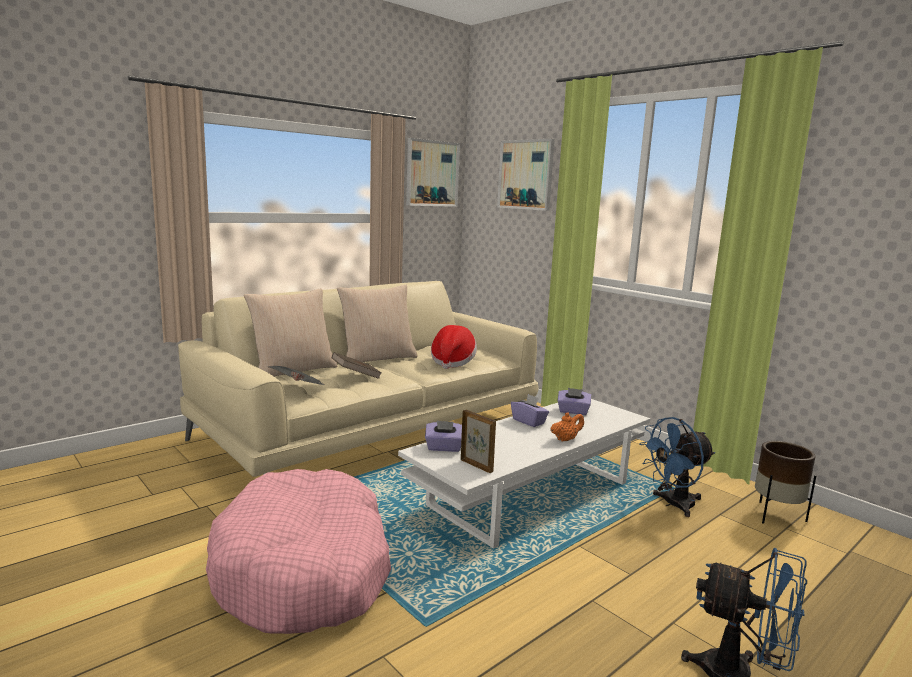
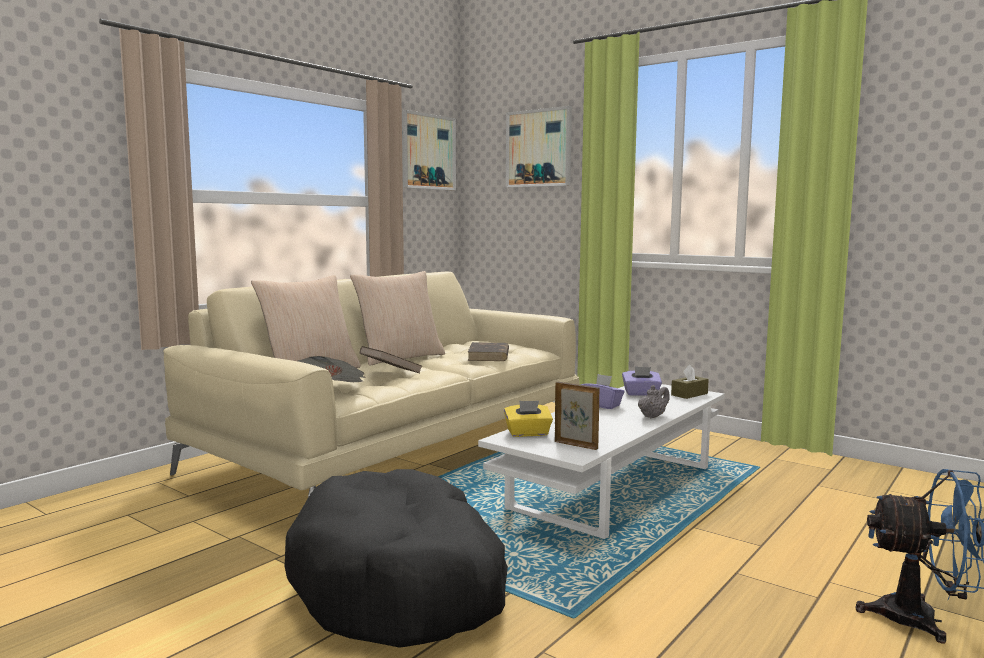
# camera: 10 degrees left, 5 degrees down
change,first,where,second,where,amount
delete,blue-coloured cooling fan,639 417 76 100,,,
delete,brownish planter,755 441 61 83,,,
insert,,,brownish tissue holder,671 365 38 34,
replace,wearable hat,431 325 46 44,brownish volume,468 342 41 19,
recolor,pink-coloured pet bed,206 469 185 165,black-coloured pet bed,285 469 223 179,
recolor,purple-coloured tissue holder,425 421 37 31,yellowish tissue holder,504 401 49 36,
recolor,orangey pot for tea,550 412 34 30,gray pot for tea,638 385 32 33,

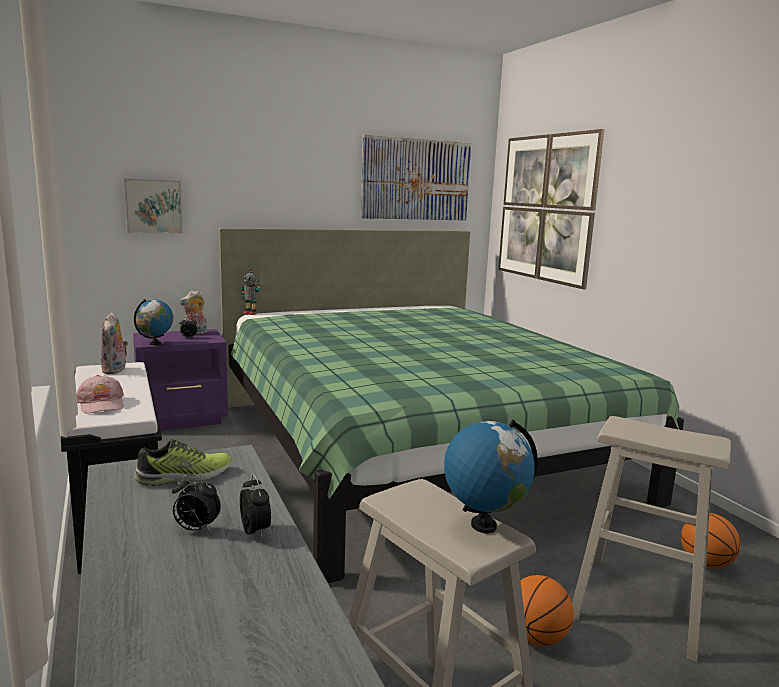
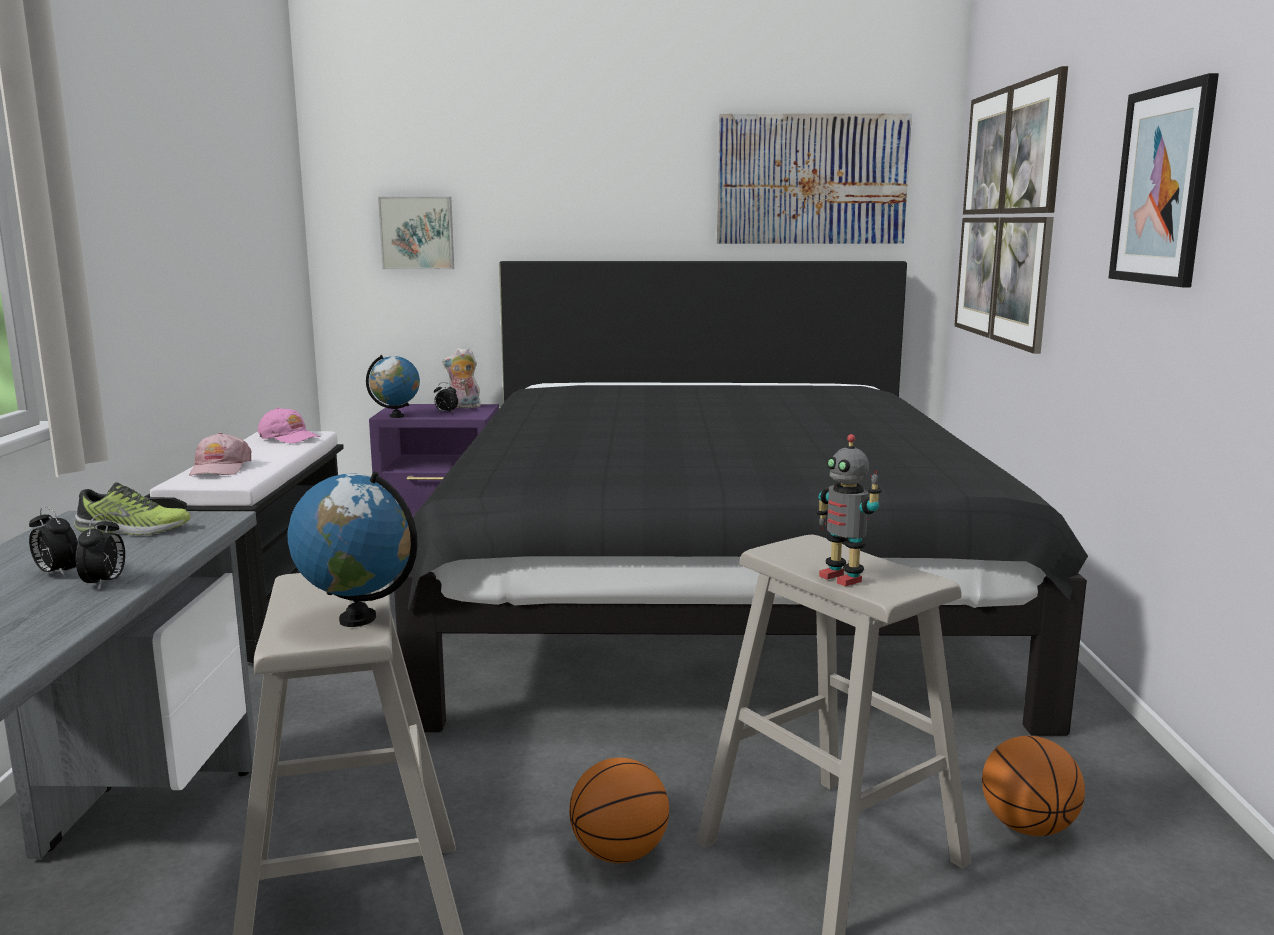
# camera: 25 degrees right, 0 degrees up
change,first,where,second,where,amount
insert,,,wall art,1108 73 111 214,
move,model robot,241 268 20 47,,816 434 66 153,
replace,plush toy,101 312 27 62,pink-coloured baseball cap,258 407 63 36,
recolor,green-coloured sleeping bed,219 228 465 355,black-coloured sleeping bed,393 261 695 475,

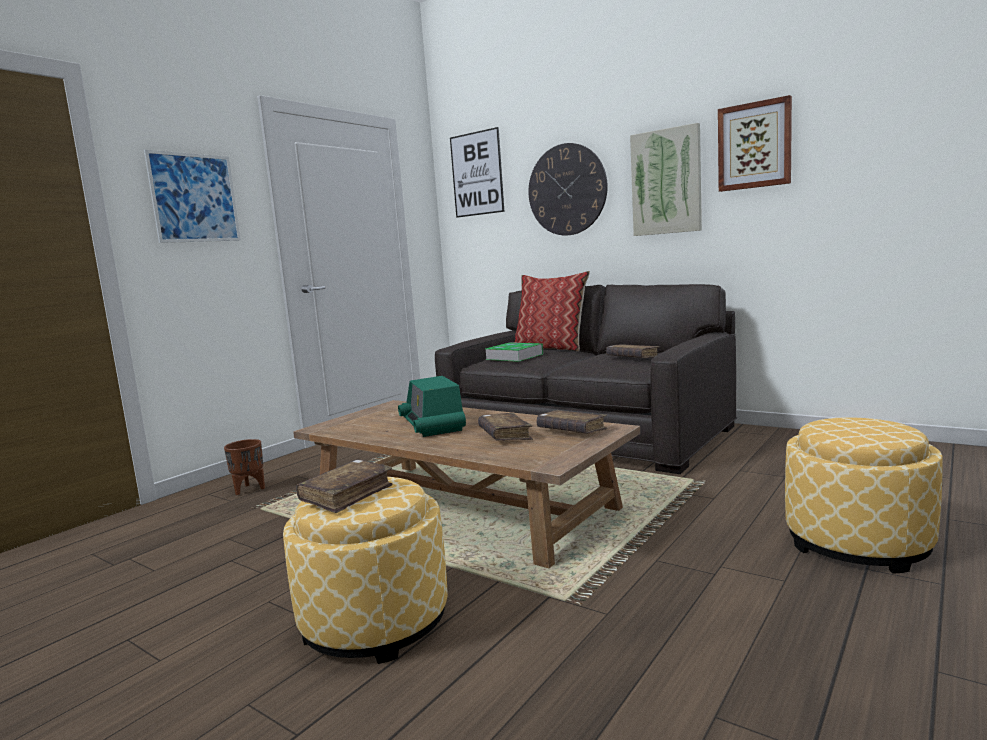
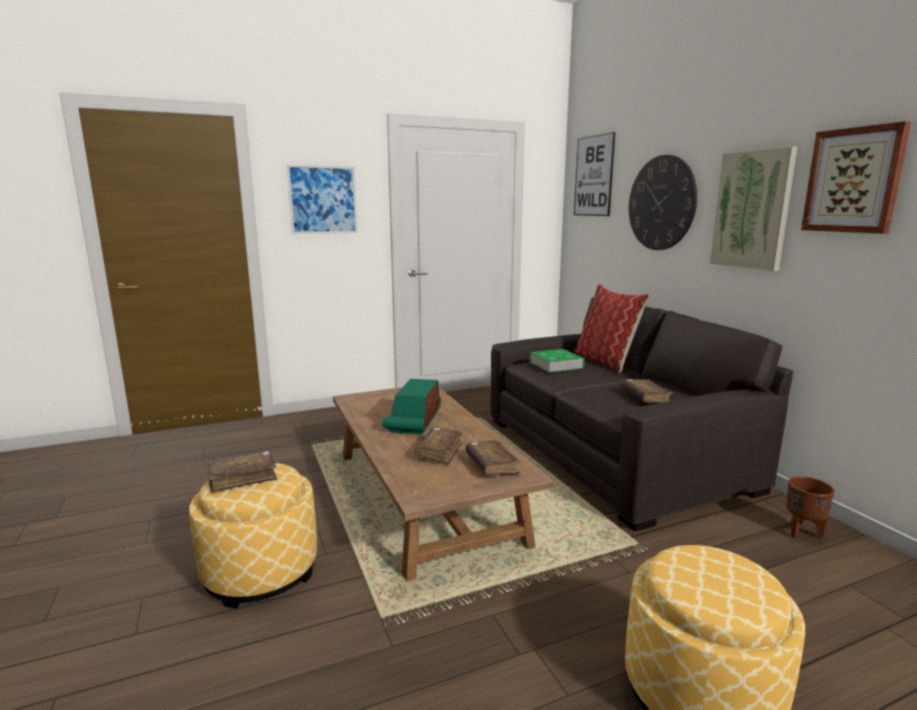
# camera: 30 degrees right, 5 degrees up
change,first,where,second,where,amount
move,brownish planter,224 439 41 56,,786 476 49 63,

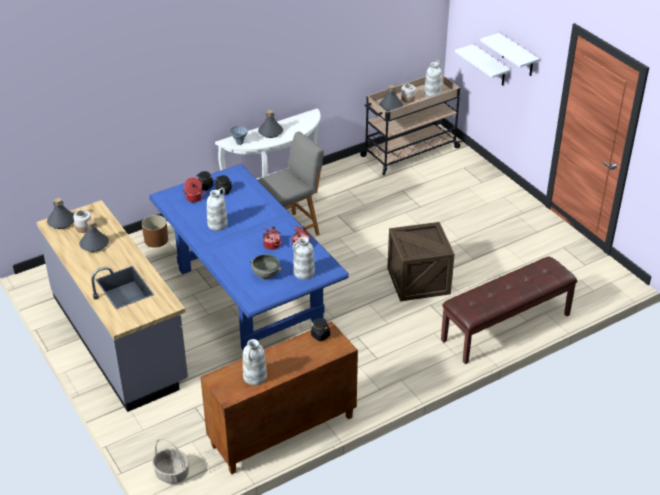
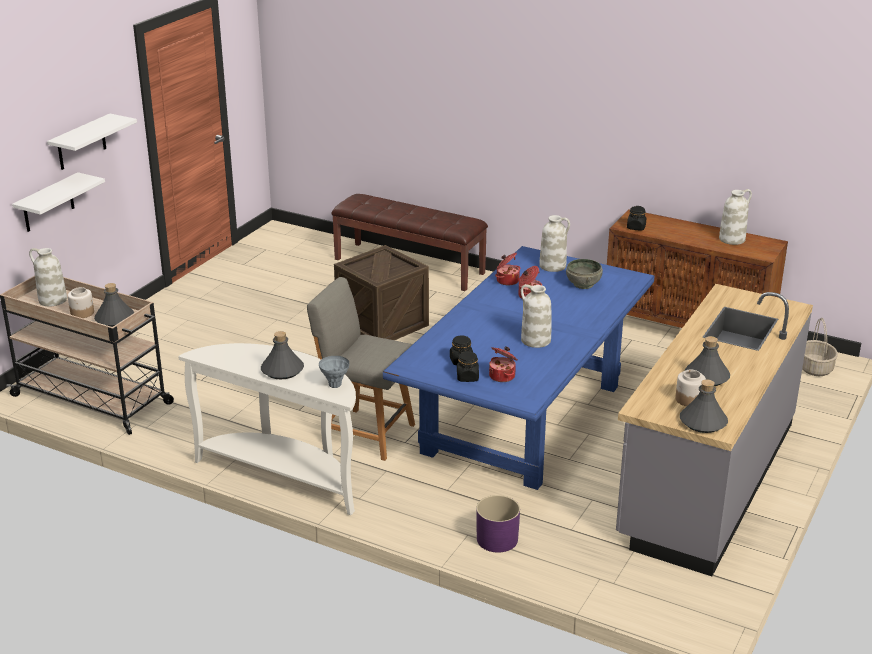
# camera: 120 degrees left, 10 degrees down
change,first,where,second,where,amount
recolor,brownish planter,142 215 26 33,purple-coloured planter,476 495 44 58,

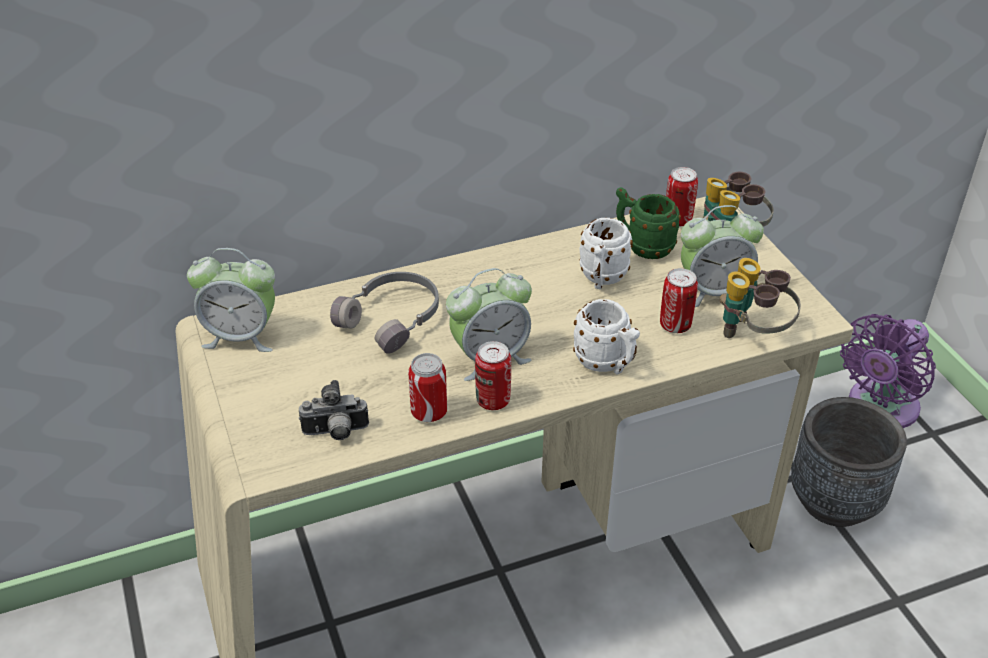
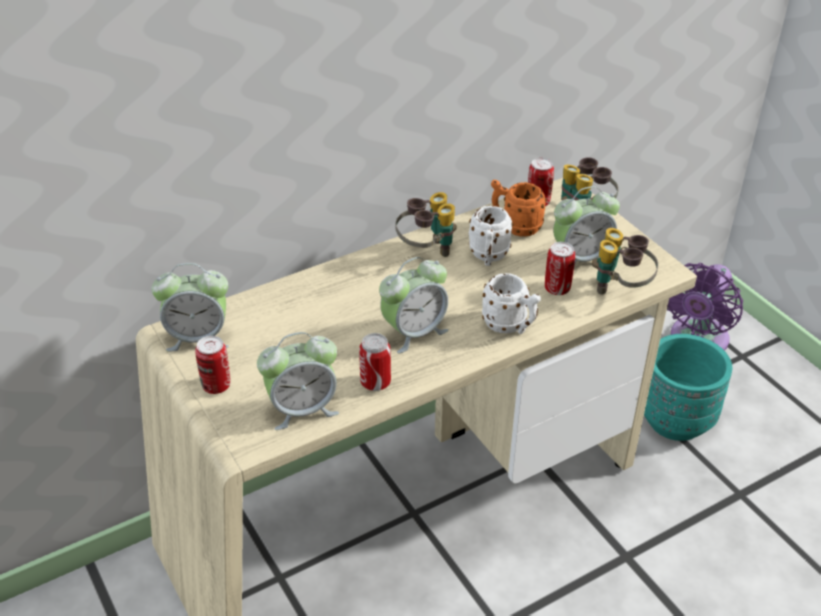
# camera: 10 degrees left, 0 degrees up
change,first,where,second,where,amount
delete,gray pair of headphones,330 272 109 82,,,
insert,,,field glasses,396 192 61 65,
move,metal can,475 341 36 69,,195 336 36 58,
replace,still camera,299 380 70 60,alarm clock,257 332 82 98,
recolor,green-coloured mug,616 187 65 72,orangey mug,491 180 56 57,
recolor,gray planter,791 397 116 130,turquoise planter,644 334 88 107,

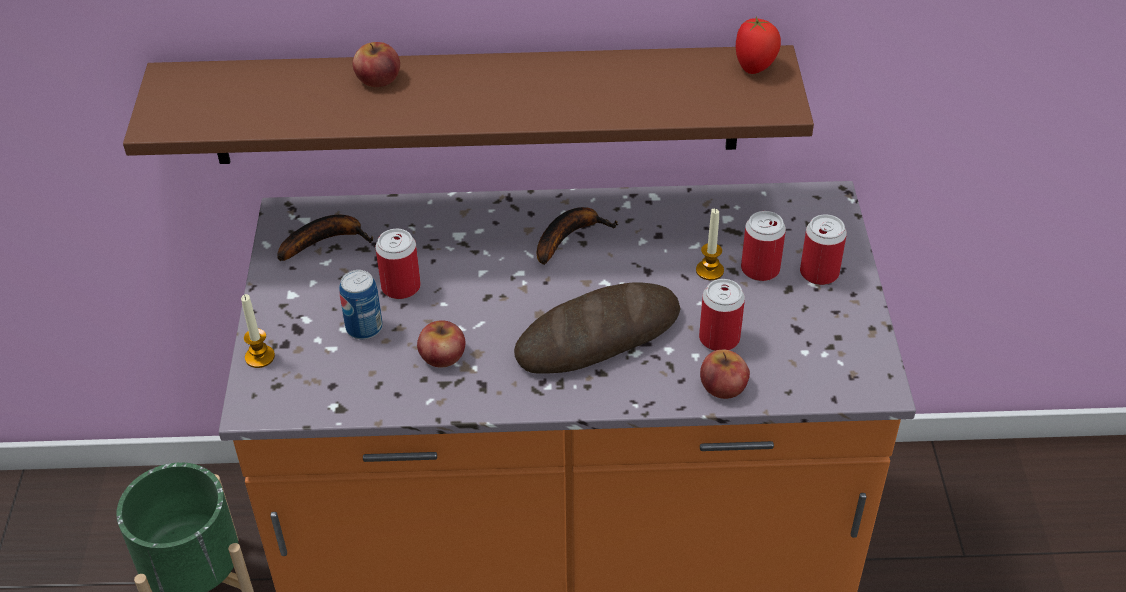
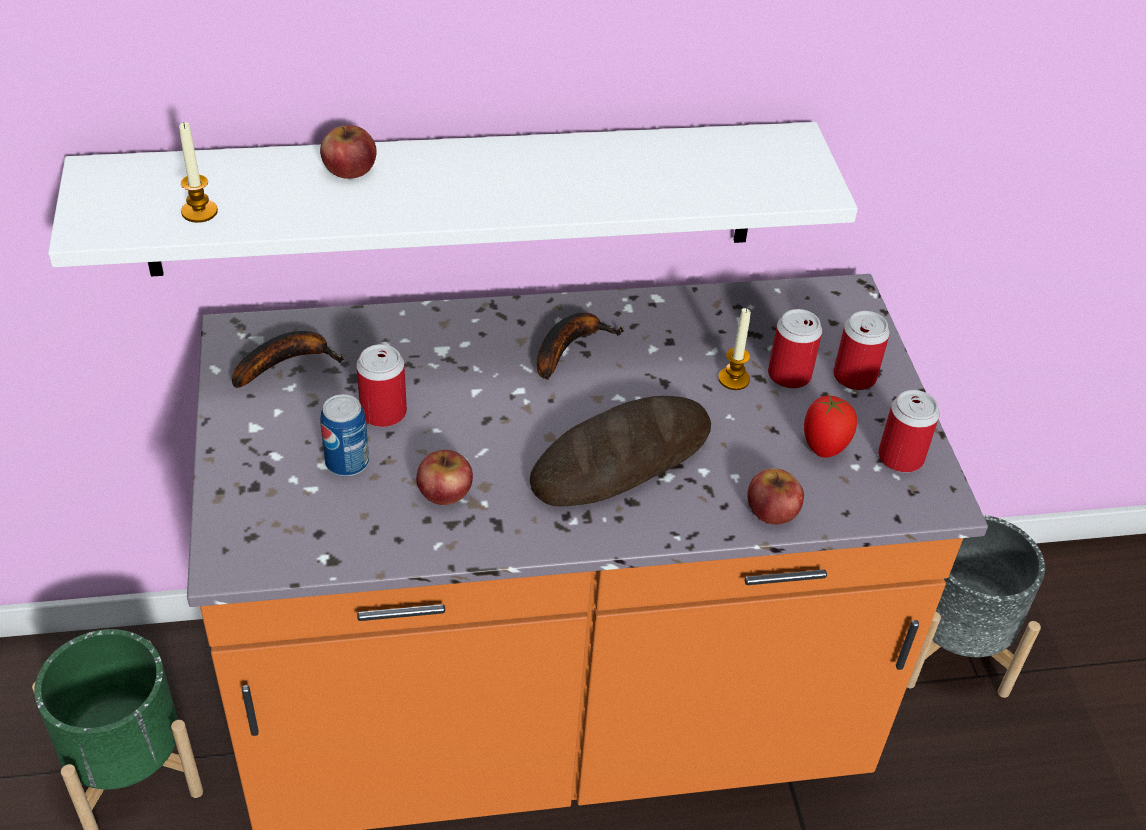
# camera: 10 degrees left, 0 degrees up
change,first,where,second,where,amount
insert,,,gray planter,907 515 138 183,
move,wax candle,241 294 34 74,,179 122 39 101,
move,metal can,699 279 46 72,,878 390 62 83,
move,tomato,736 17 45 57,,804 393 53 65,
recolor,brownish shelf,123 45 691 119,whitish shelf,48 122 810 154,

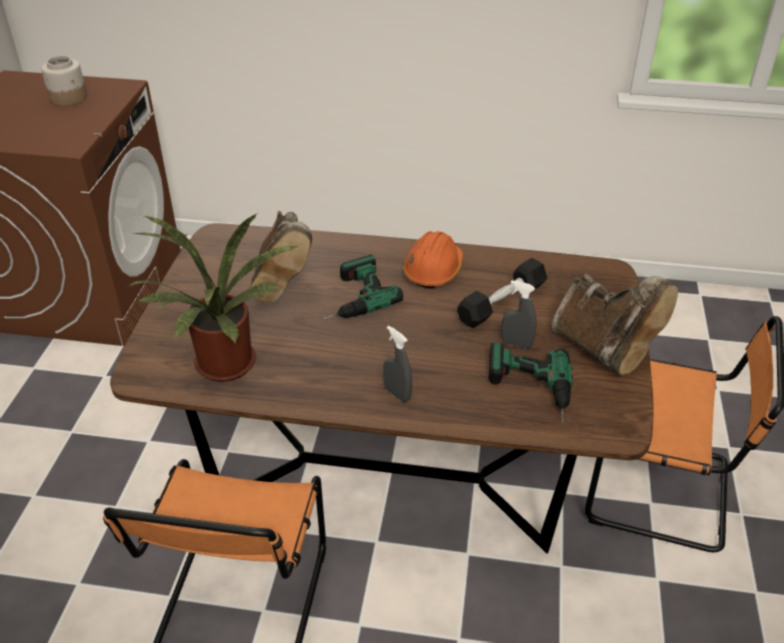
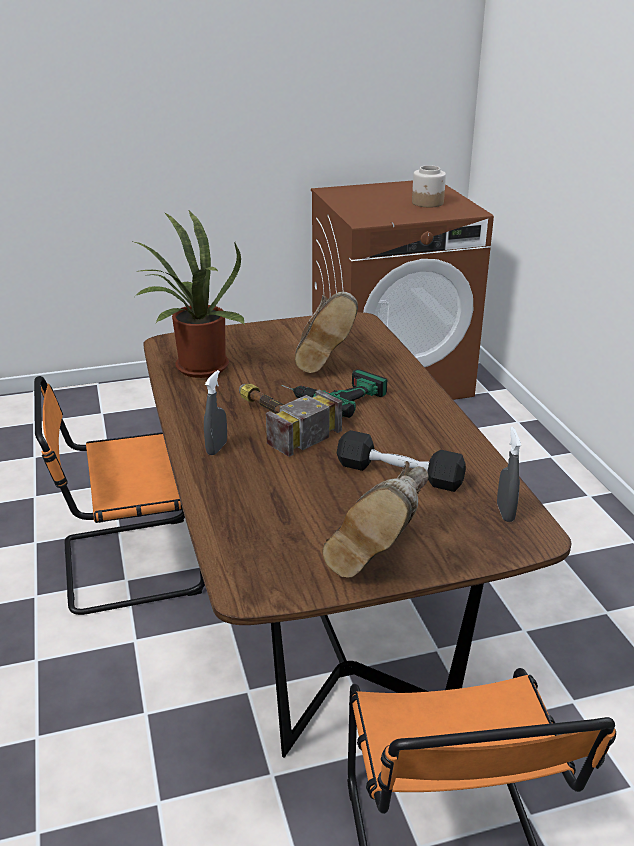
# camera: 65 degrees right, 10 degrees down
change,first,where,second,where,amount
delete,orangey safety helmet,403 231 60 57,,,
delete,power drill,488 343 85 79,,,
insert,,,hand hammer,239 384 103 73,
move,gray spray bottle,501 280 36 69,,497 427 24 95,
rotate,brownish high-top boot,250 211 62 92,,295 292 63 81,60 degrees counterclockwise

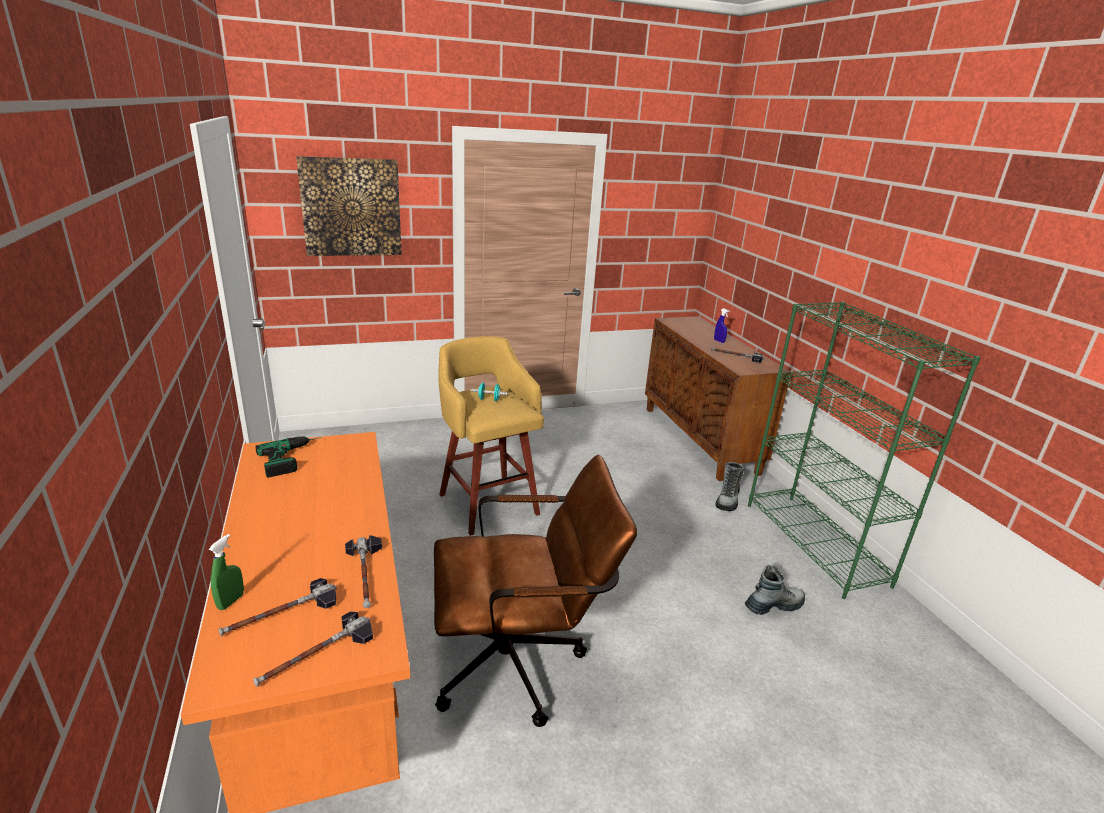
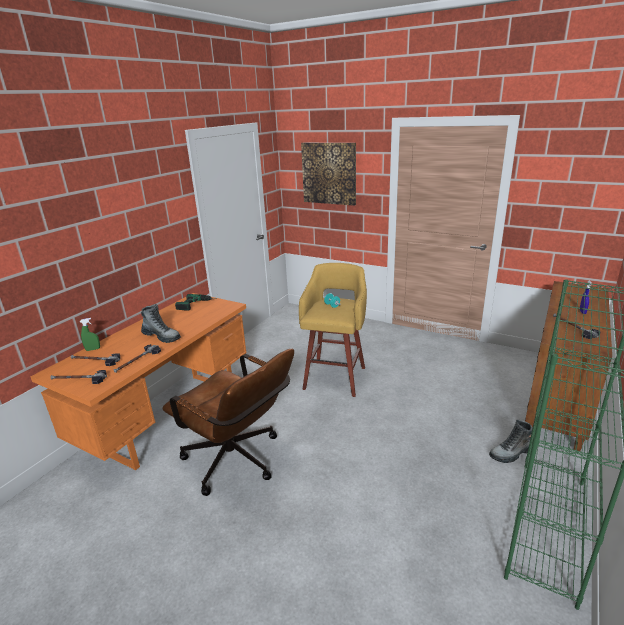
# camera: 50 degrees right, 0 degrees up
change,first,where,second,where,amount
move,high-top boot,745 565 60 50,,141 304 40 39,

